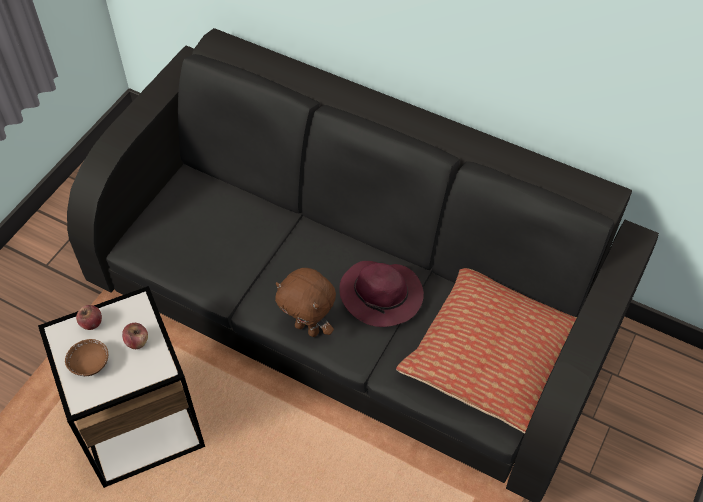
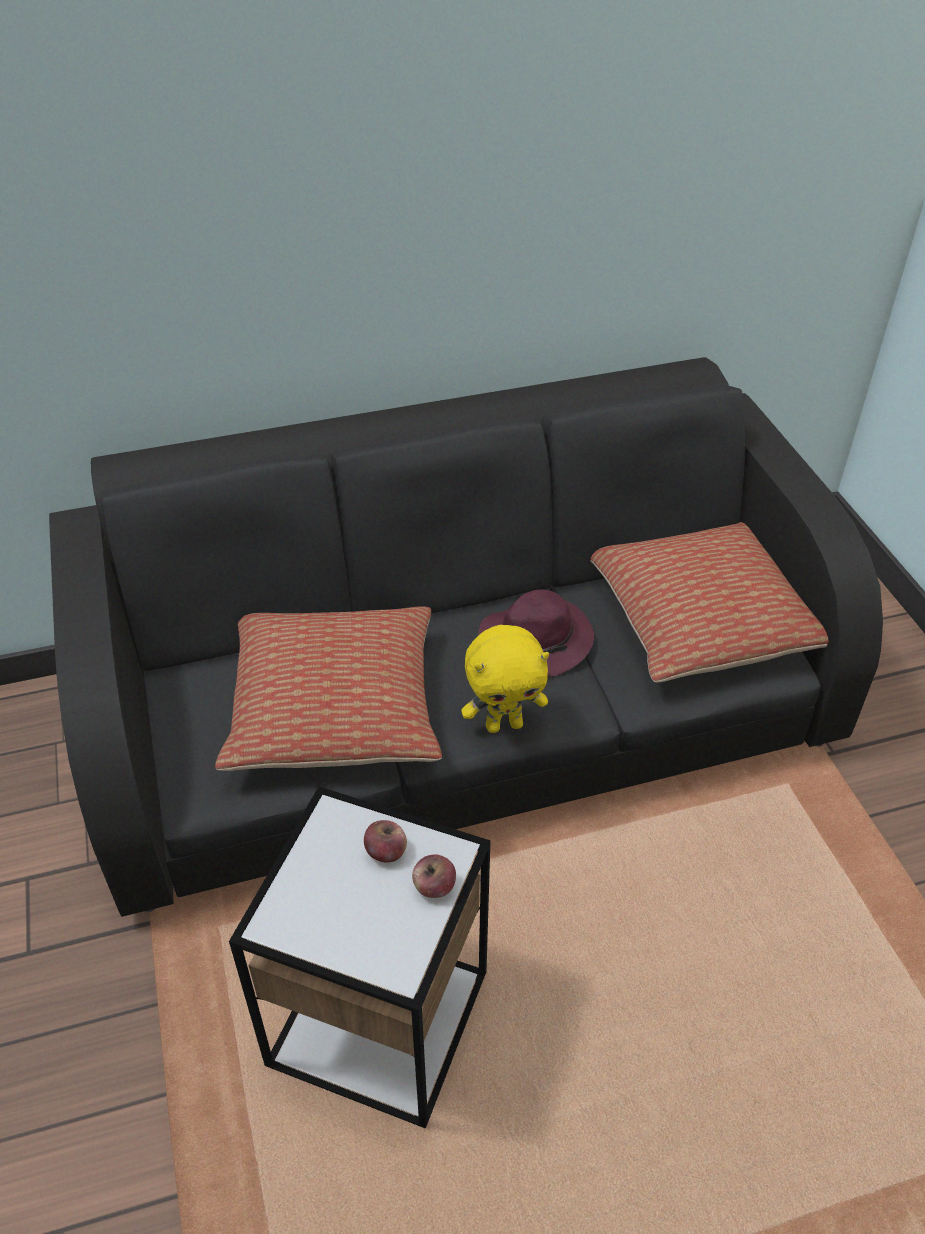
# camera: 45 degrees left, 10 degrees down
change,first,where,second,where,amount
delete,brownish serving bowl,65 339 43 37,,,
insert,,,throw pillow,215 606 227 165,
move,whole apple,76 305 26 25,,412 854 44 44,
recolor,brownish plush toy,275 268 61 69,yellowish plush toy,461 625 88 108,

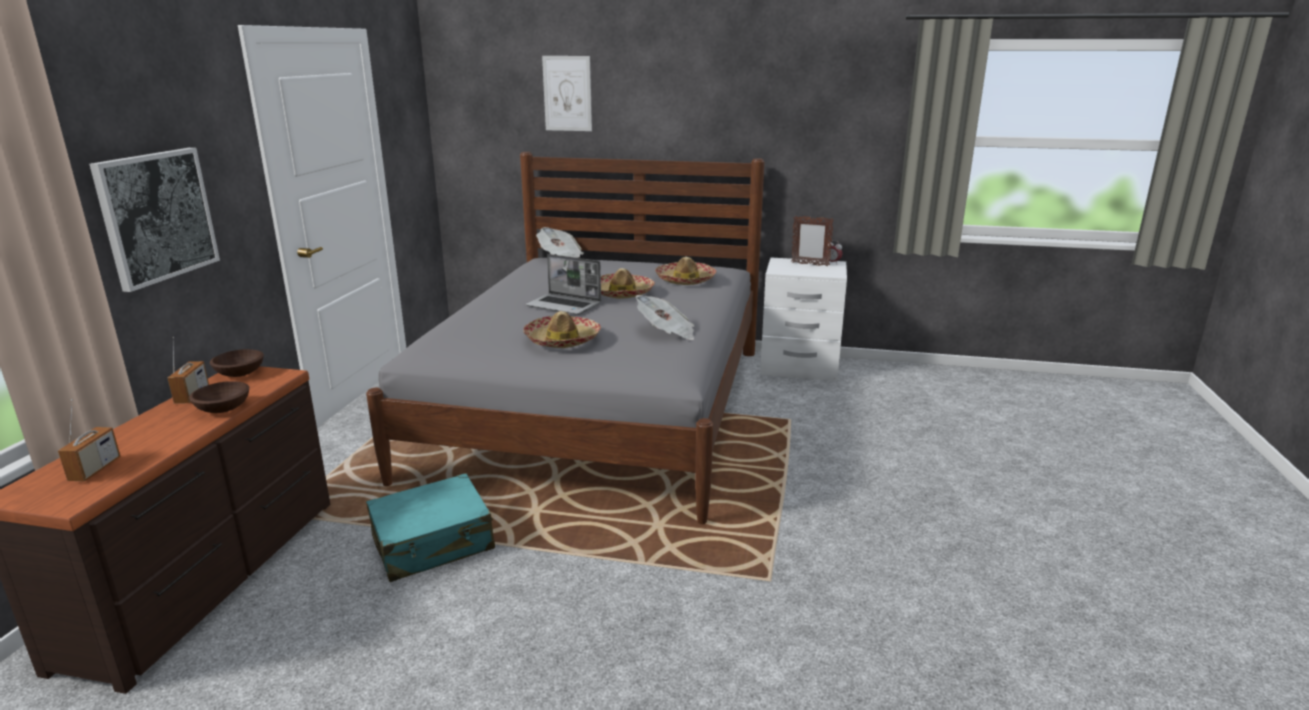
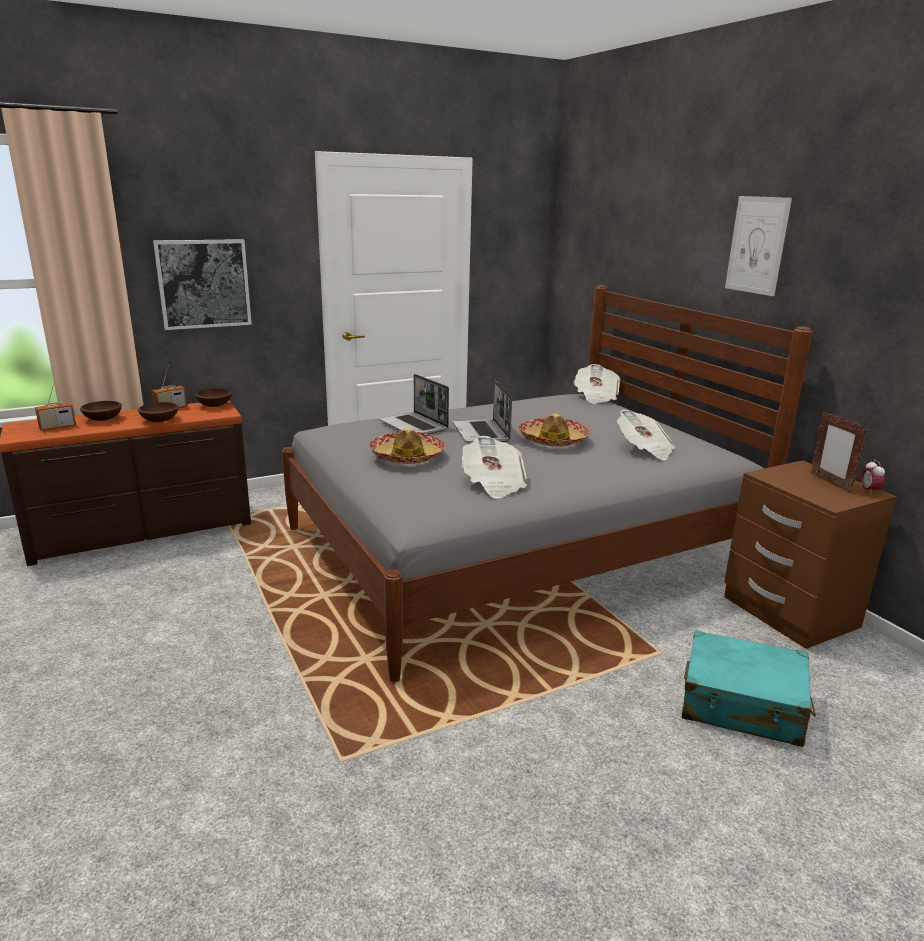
# camera: 50 degrees right, 0 degrees up
change,first,where,second,where,amount
insert,,,brownish serving bowl,80 401 42 20,
insert,,,notebook computer,379 374 70 60,
move,turquoise suitcase,366 473 129 109,,682 630 134 117,
move,wall art,542 56 50 75,,725 196 67 100,
replace,wearable hat,655 257 62 28,newspaper,617 410 58 50,
recolor,whitish bedside table,760 258 87 123,brownish bedside table,724 460 173 189,

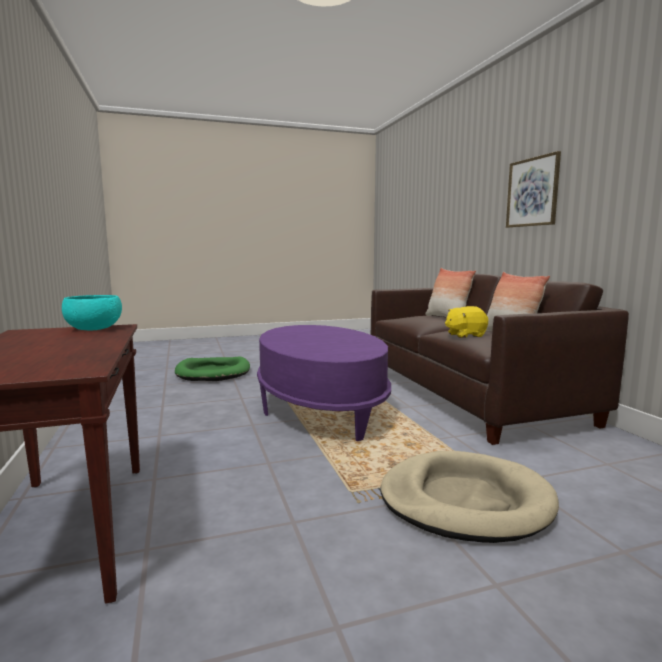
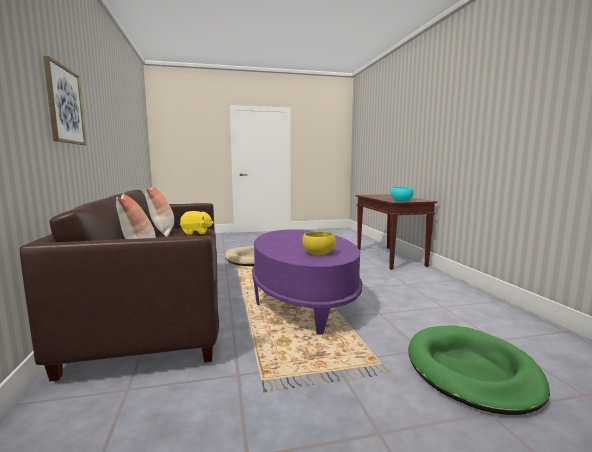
# camera: 175 degrees left, 0 degrees up
change,first,where,second,where,amount
insert,,,yellowish serving bowl,303 231 33 24,

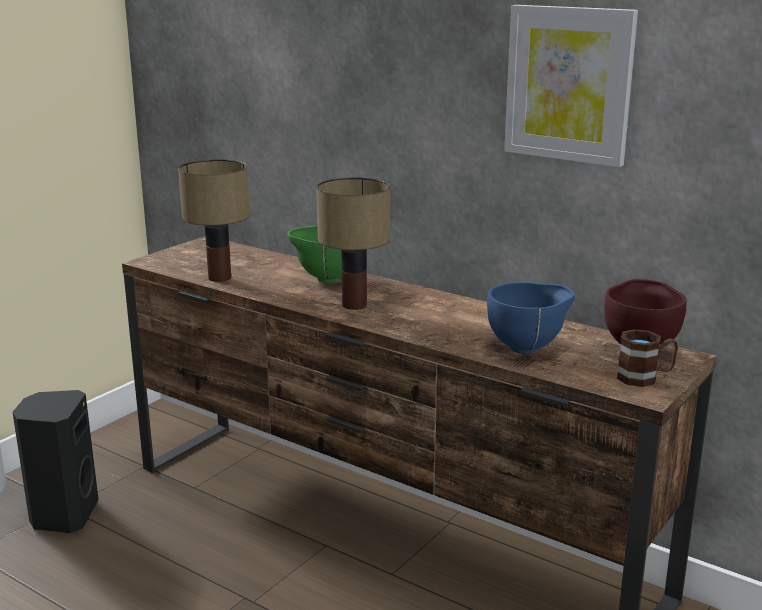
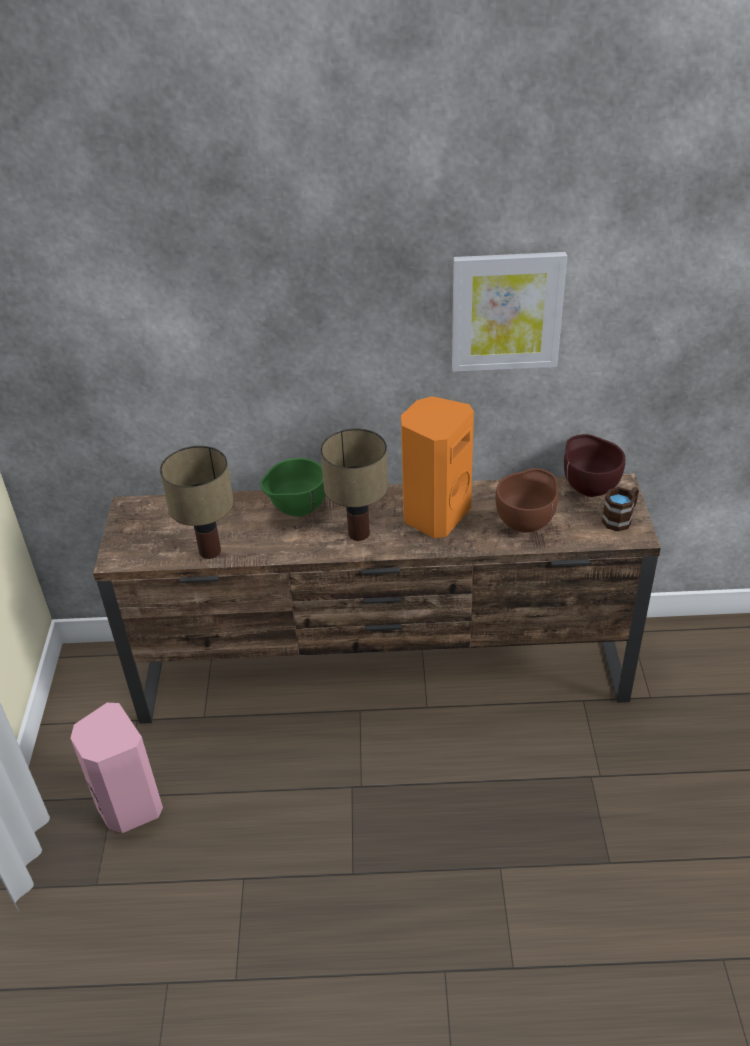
# camera: 35 degrees left, 20 degrees up
change,first,where,second,where,amount
insert,,,orangey loudspeaker,401 396 73 142,
recolor,black-coloured loudspeaker,12 390 87 143,pink-coloured loudspeaker,70 703 93 130,
recolor,blue-coloured serving bowl,487 282 88 72,brownish serving bowl,495 468 63 65,

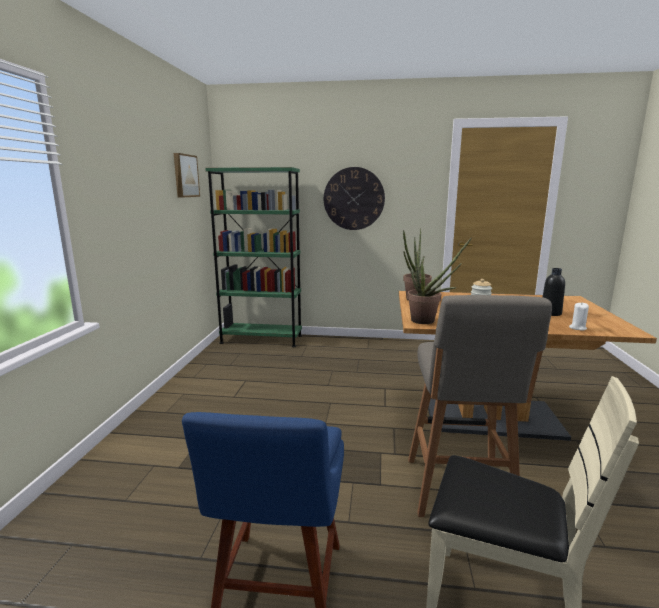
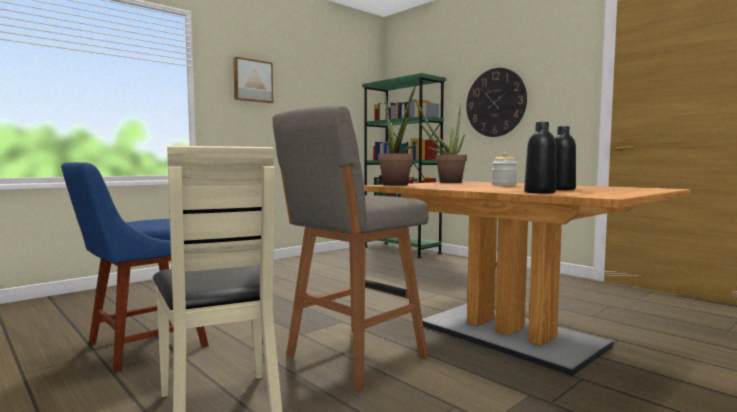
# camera: 40 degrees right, 10 degrees down
change,first,where,second,where,amount
move,wall art,174 153 26 45,,233 57 40 46,
replace,whitish wax candle,569 303 20 28,black-coloured drink bottle,524 122 32 71,

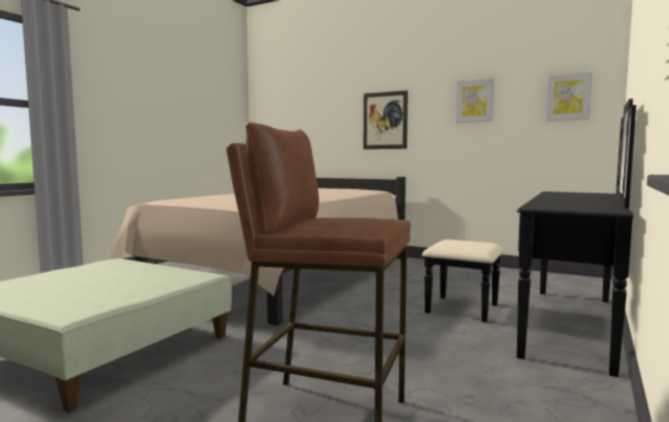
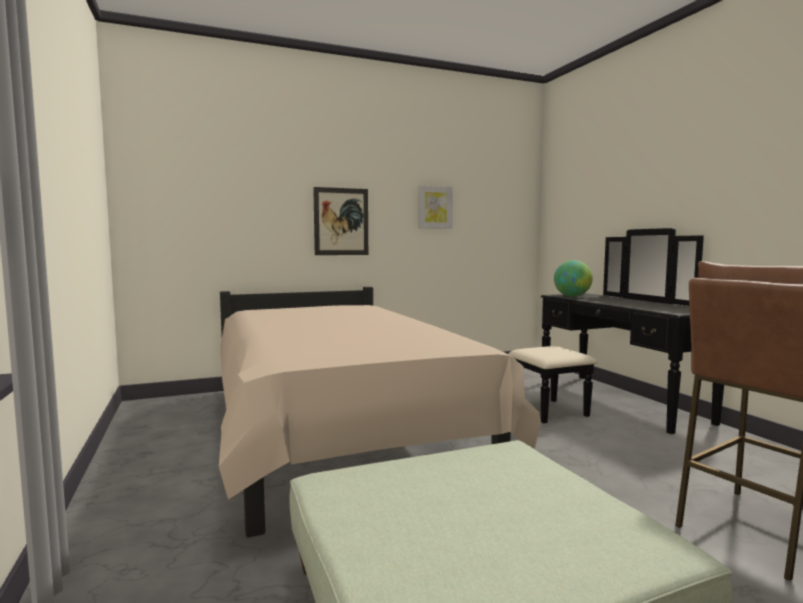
# camera: 50 degrees left, 0 degrees up
change,first,where,second,where,amount
delete,wall art,546 72 46 49,,,
insert,,,globe,554 260 39 37,

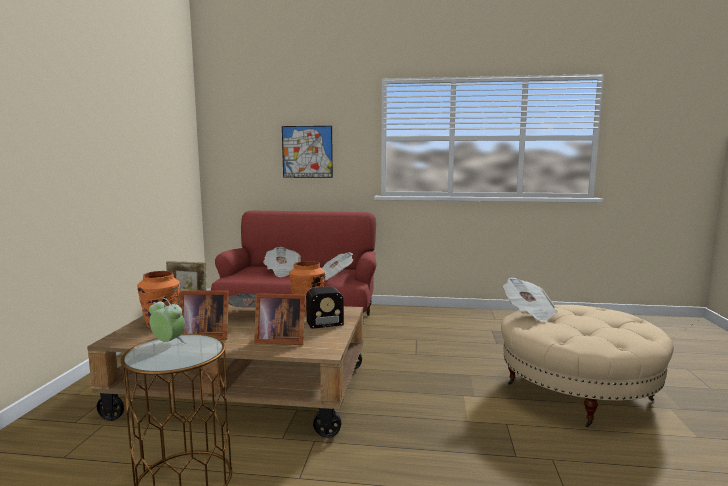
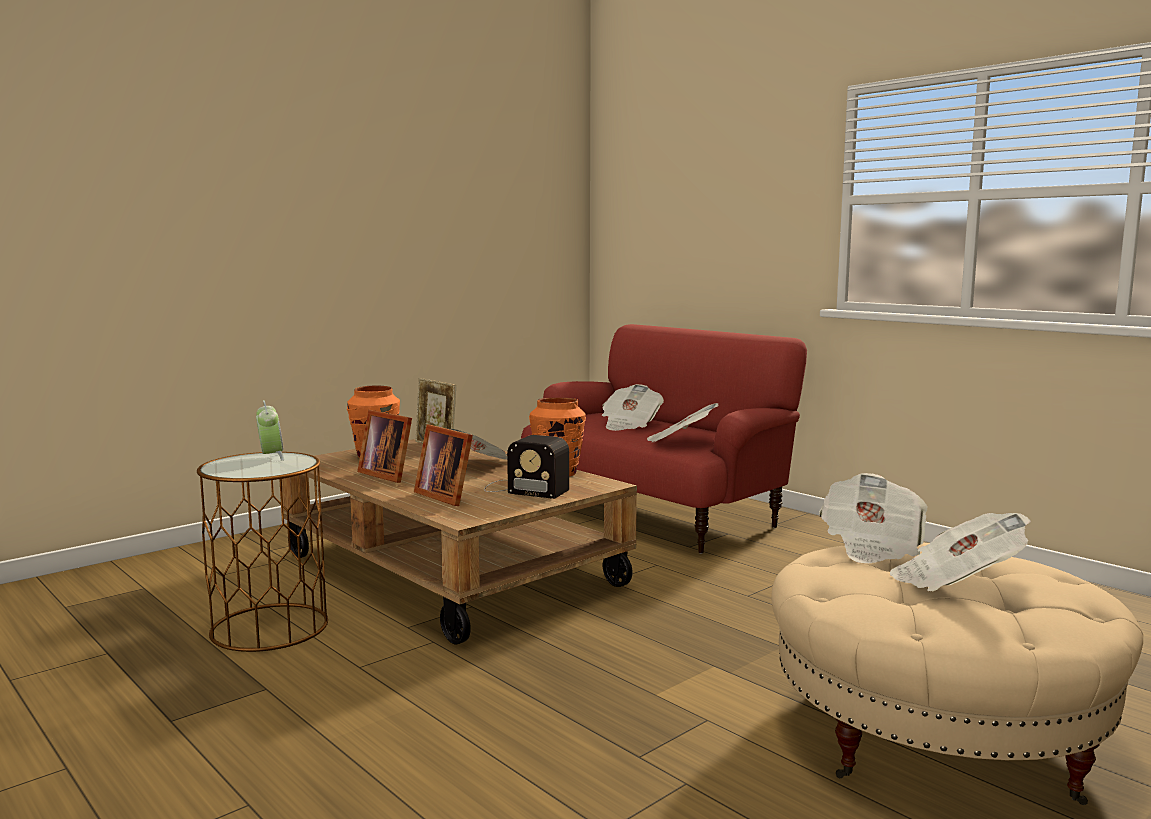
# camera: 40 degrees right, 0 degrees up
change,first,where,second,where,amount
delete,wall art,282 126 51 52,,,
insert,,,newspaper,890 513 141 78,

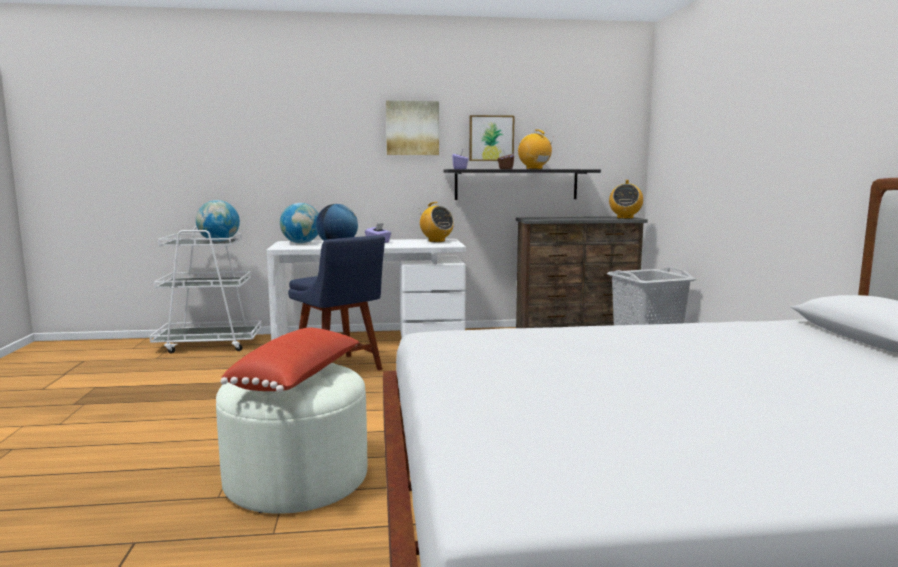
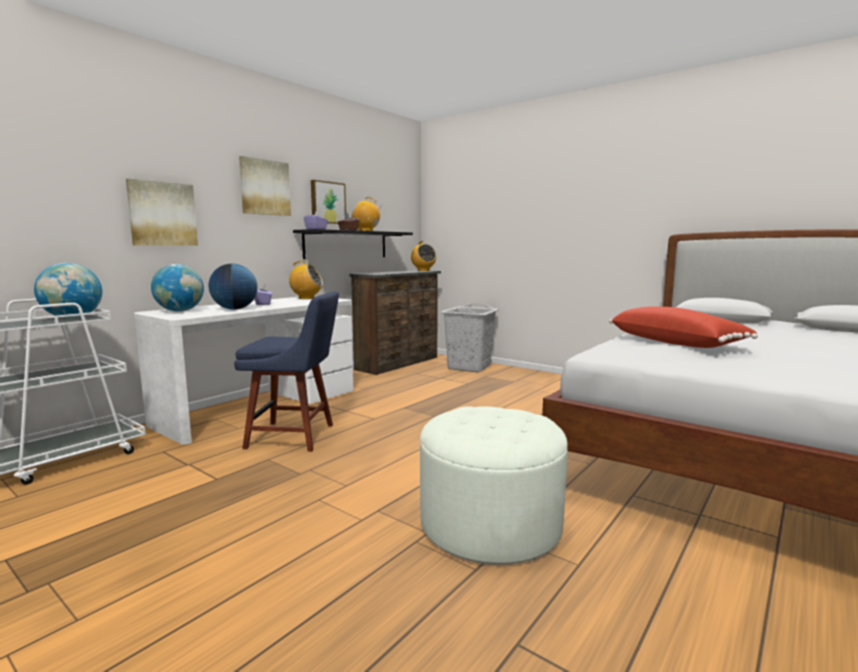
# camera: 45 degrees left, 0 degrees up
change,first,where,second,where,amount
insert,,,wall art,126 178 72 68,
move,red throw pillow,220 328 139 65,,609 306 149 42,

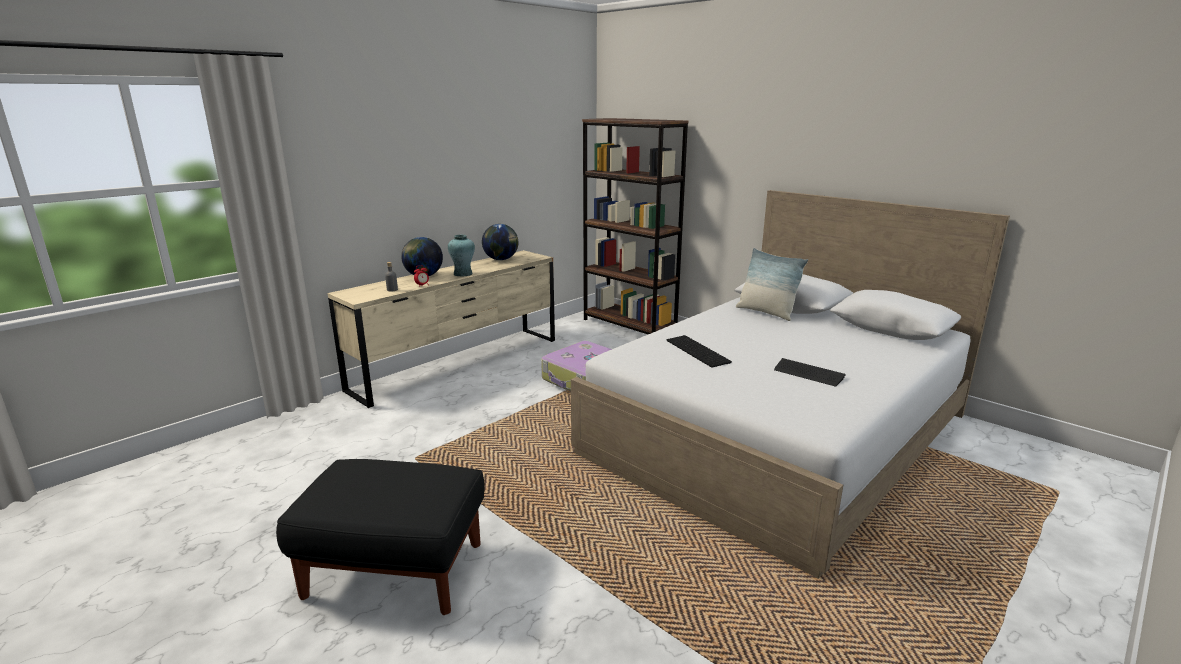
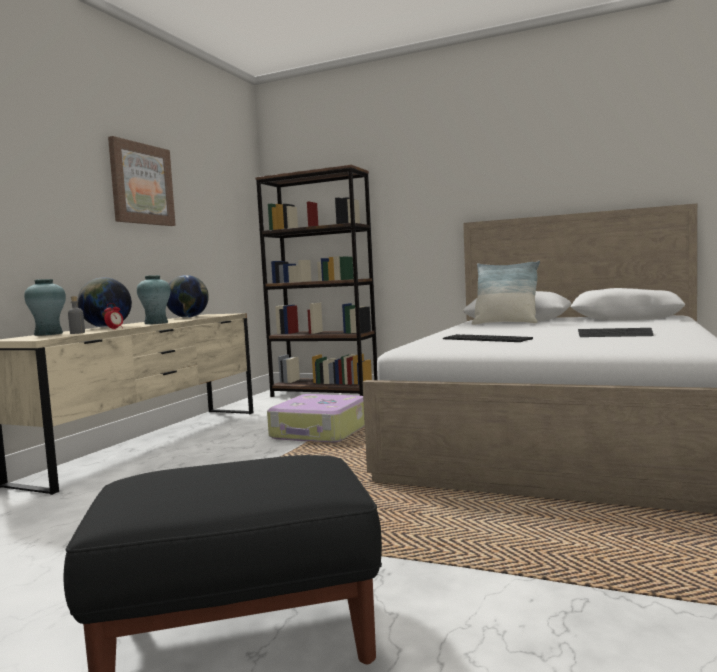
# camera: 20 degrees left, 15 degrees down
change,first,where,second,where,amount
insert,,,turquoise decorative vase,24 279 42 57,
insert,,,wall art,108 136 68 90,

